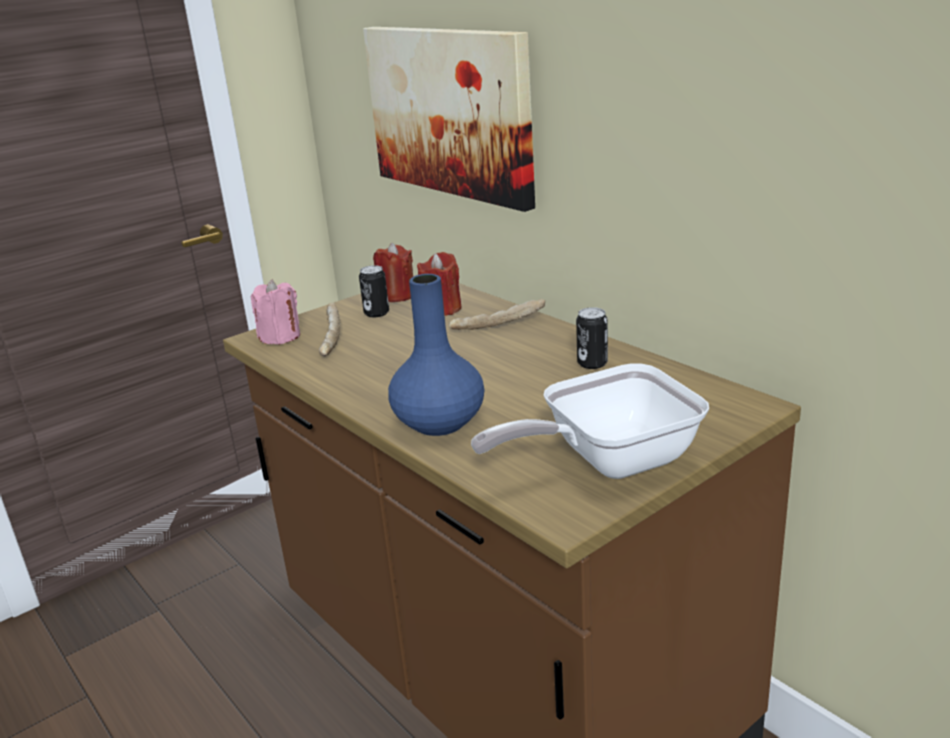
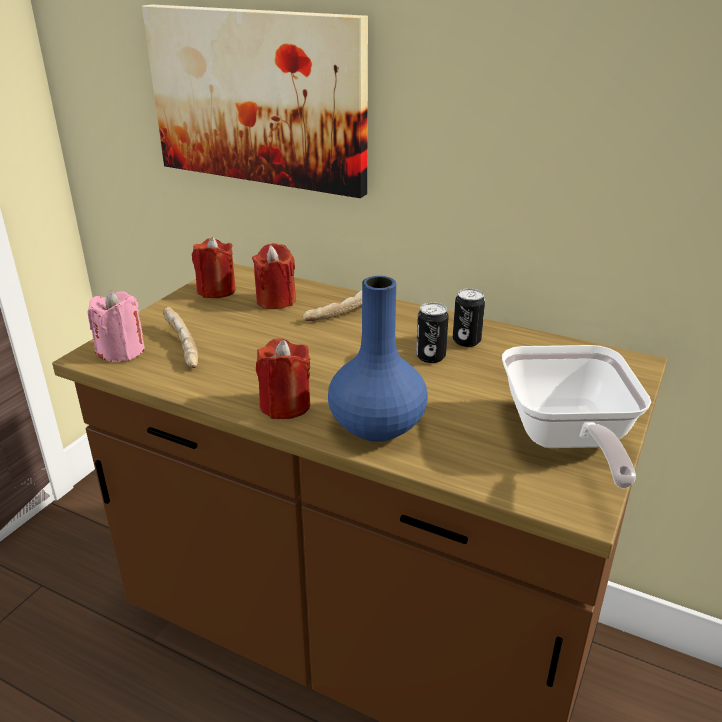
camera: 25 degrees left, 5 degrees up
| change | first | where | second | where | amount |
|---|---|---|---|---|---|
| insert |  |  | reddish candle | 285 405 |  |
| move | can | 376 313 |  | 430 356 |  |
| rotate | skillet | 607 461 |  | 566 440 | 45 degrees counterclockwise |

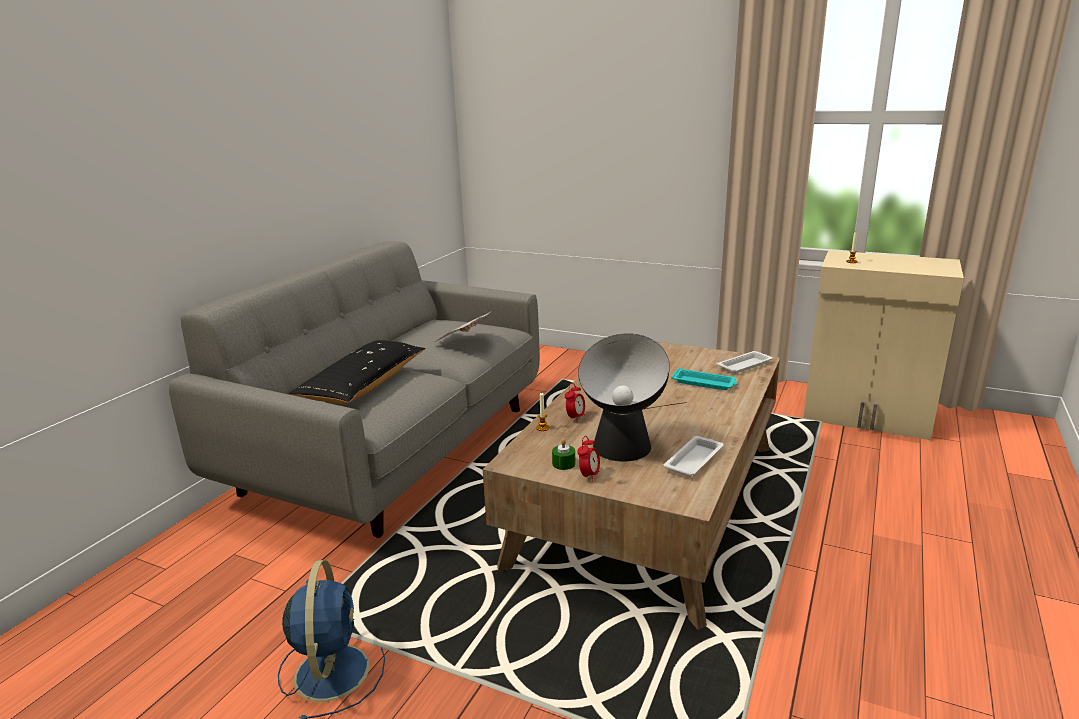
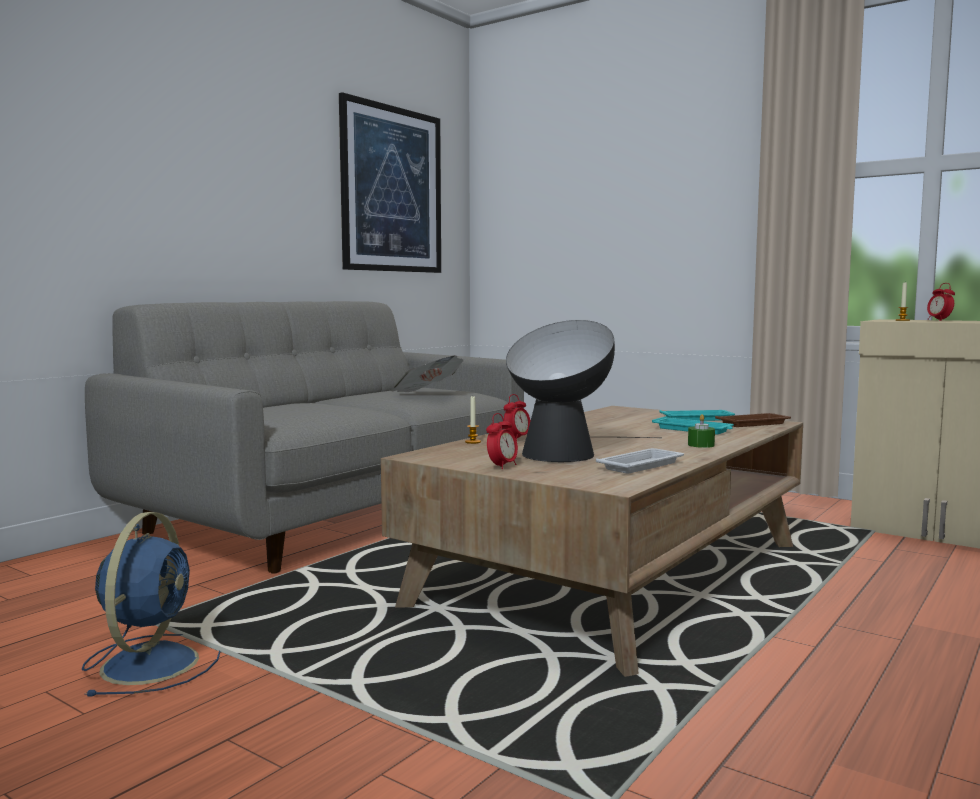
camera: 10 degrees right, 15 degrees down
| change | first | where | second | where | amount |
|---|---|---|---|---|---|
| delete | black cushion | 363 385 |  |  |  |
| insert |  |  | wall picture | 392 190 |  |
| insert |  |  | turquoise-coloured serving tray | 698 419 |  |
| insert |  |  | table clock | 939 320 |  |
| move | green-coloured candle | 563 463 |  | 701 445 |  |
| recolor | white serving tray | 745 365 | brown serving tray | 754 424 |  |

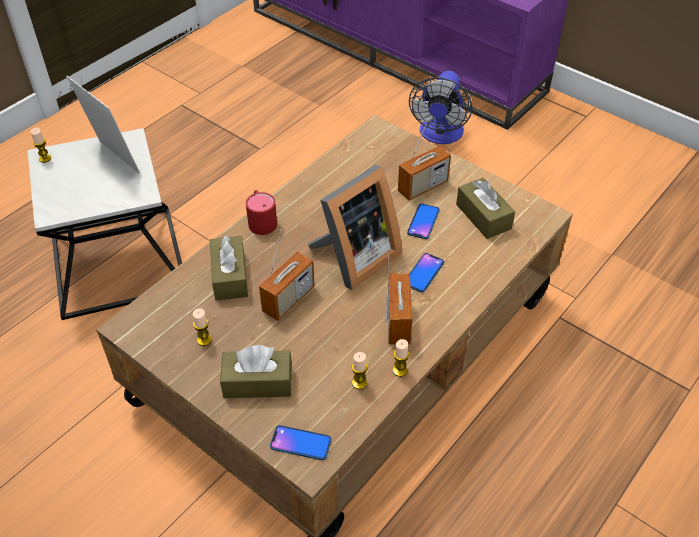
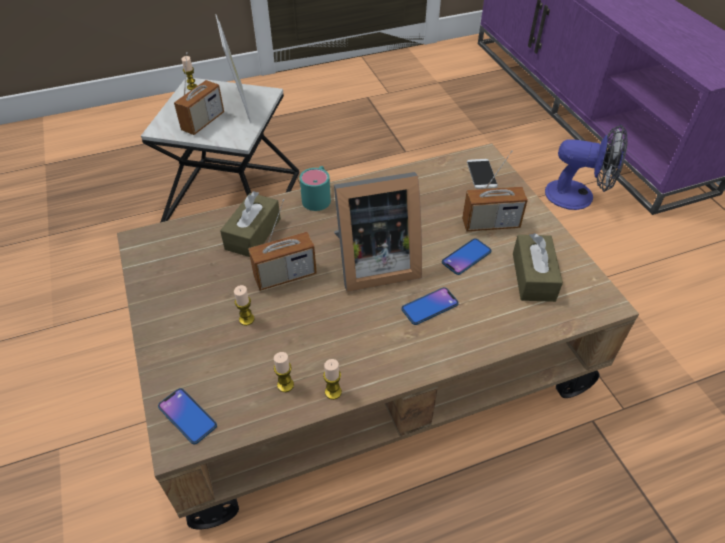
camera: 30 degrees right, 0 degrees up
| change | first | where | second | where | amount |
|---|---|---|---|---|---|
| delete | brown tissue box | 258 382 |  |  |  |
| insert |  |  | telephone | 481 174 |  |
| move | candle | 204 340 |  | 246 319 |  |
| move | radio | 398 322 |  | 203 122 |  |
| recolor | reddish tea mug | 261 220 | turquoise-coloured tea mug | 318 196 |  |
| rotate | electric fan | 440 135 |  | 578 196 | 120 degrees counterclockwise |

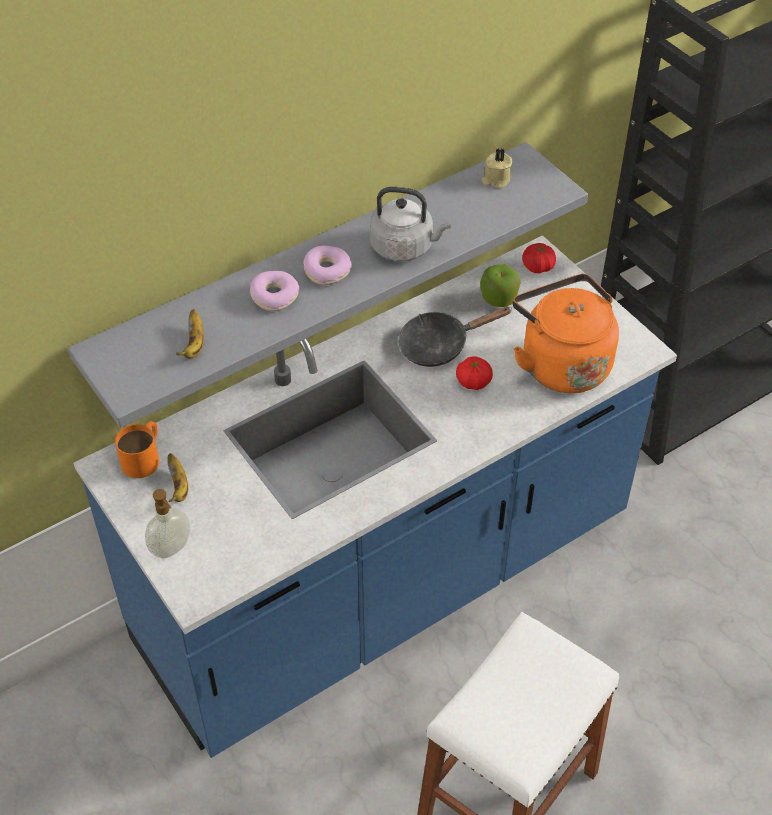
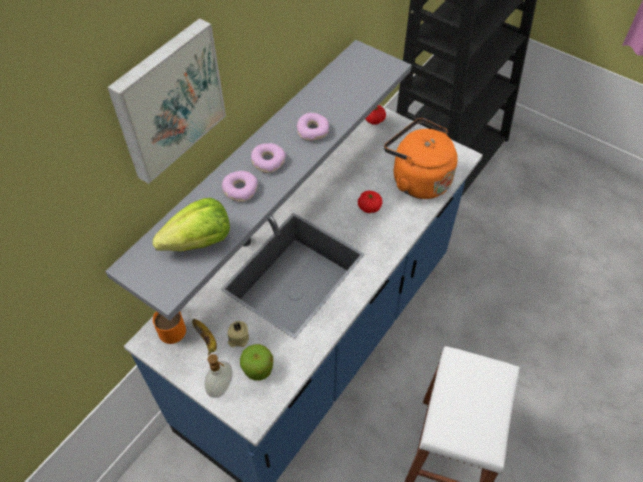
camera: 20 degrees left, 5 degrees up
| change | first | where | second | where | amount |
|---|---|---|---|---|---|
| delete | black skillet | 440 345 |  |  |  |
| insert |  |  | wall picture | 167 100 |  |
| move | whole apple | 499 298 |  | 258 368 |  |
| move | beige candle | 496 179 |  | 238 338 |  |
| replace | whole banana | 194 344 | lettuce head | 199 241 |  |
| replace | greyish tea kettle | 405 247 | ring doughnut | 313 131 |  |

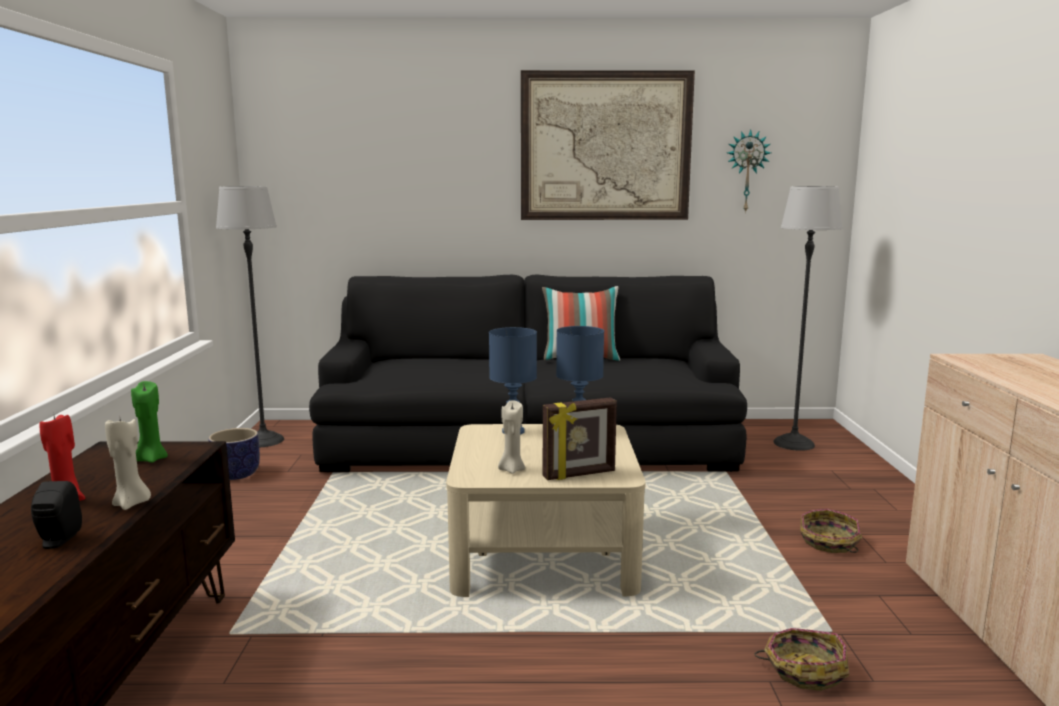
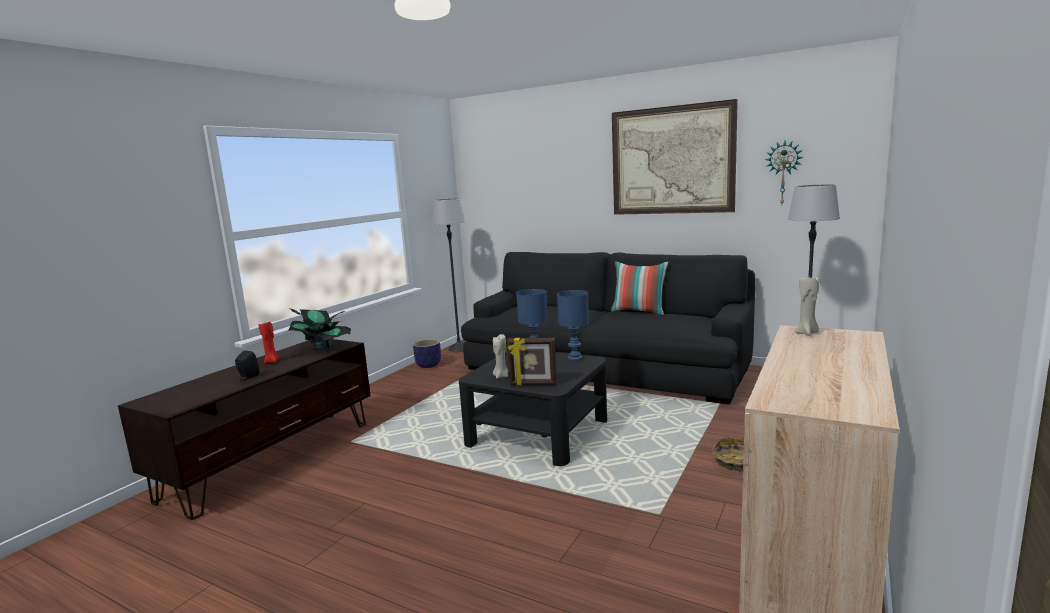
camera: 30 degrees right, 0 degrees up
| change | first | where | second | where | amount |
|---|---|---|---|---|---|
| delete | storage basket | 804 670 |  |  |  |
| move | beige candle | 132 504 |  | 807 333 |  |
| replace | green-coloured candle | 151 459 | potted plant | 323 347 |  |
| recolor | beige low table | 544 551 | black low table | 538 432 |  |

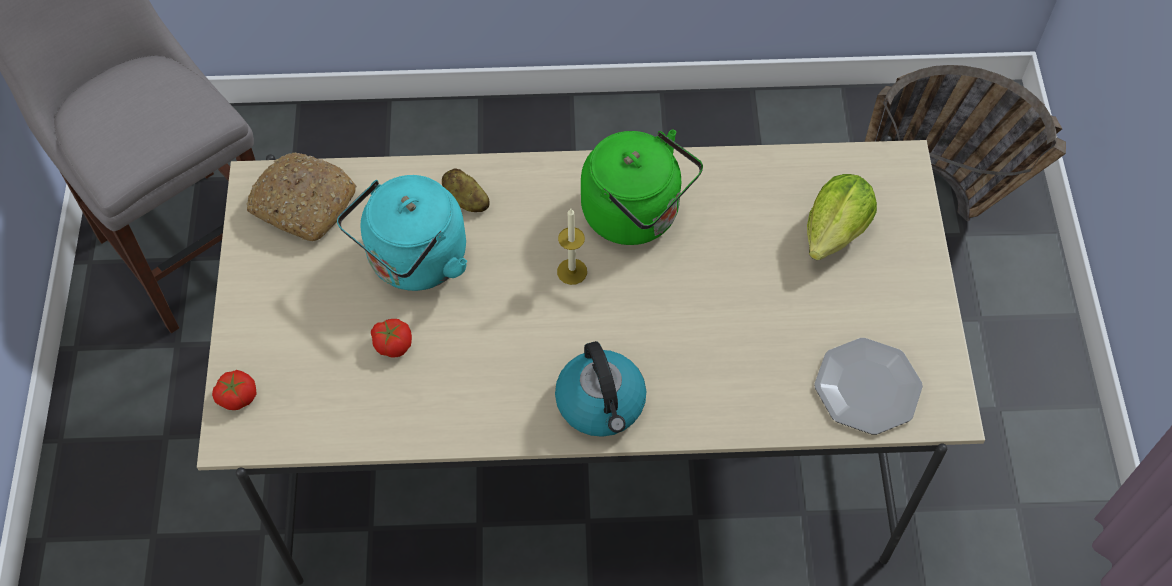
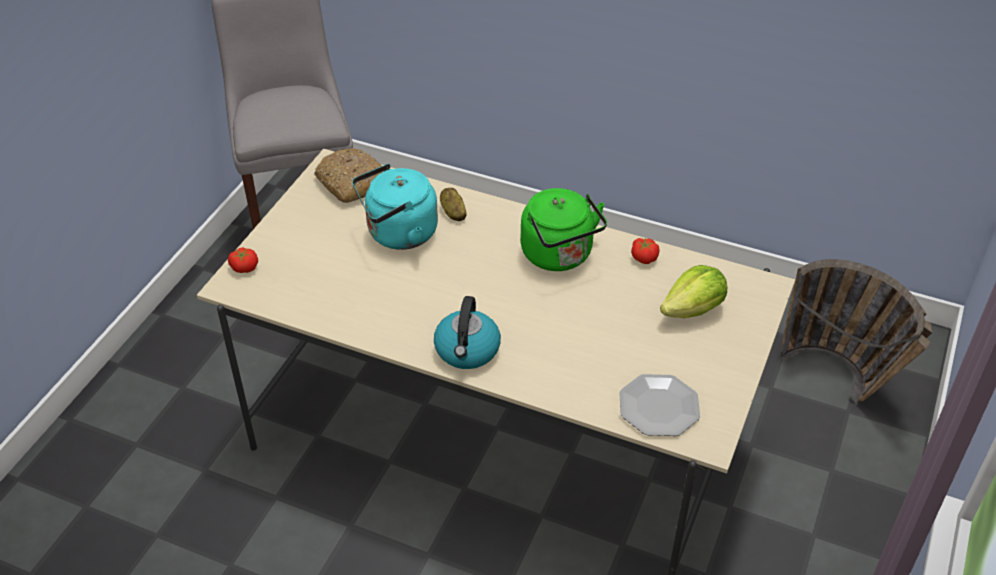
camera: 25 degrees right, 15 degrees down
| change | first | where | second | where | amount |
|---|---|---|---|---|---|
| delete | candle | 572 271 |  |  |  |
| move | whole tomato | 393 343 |  | 644 257 |  |

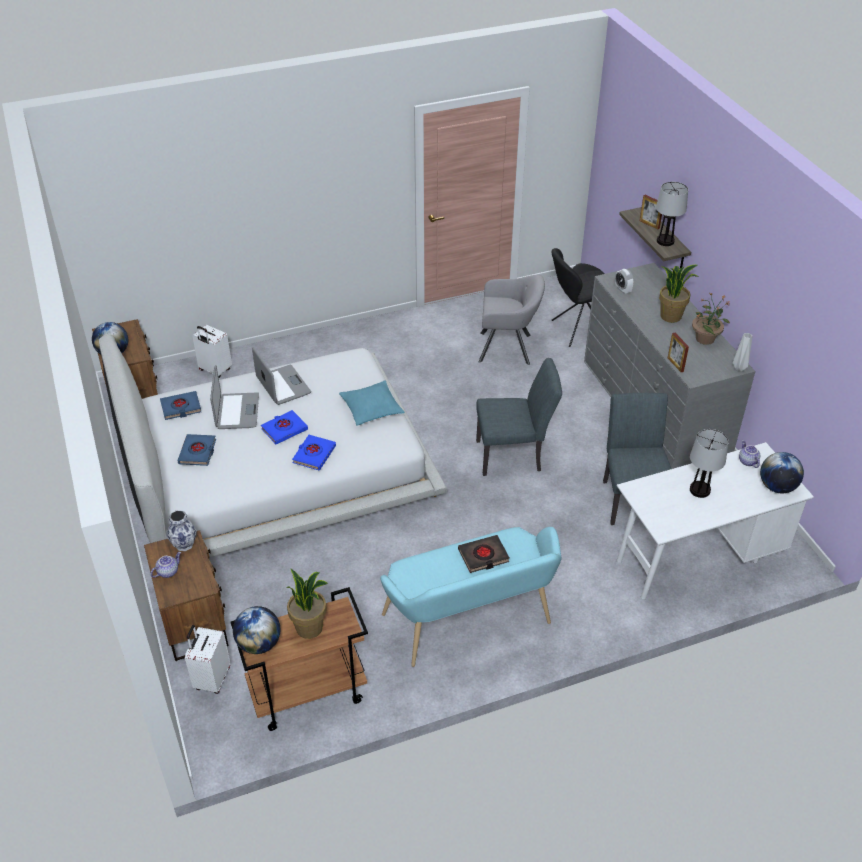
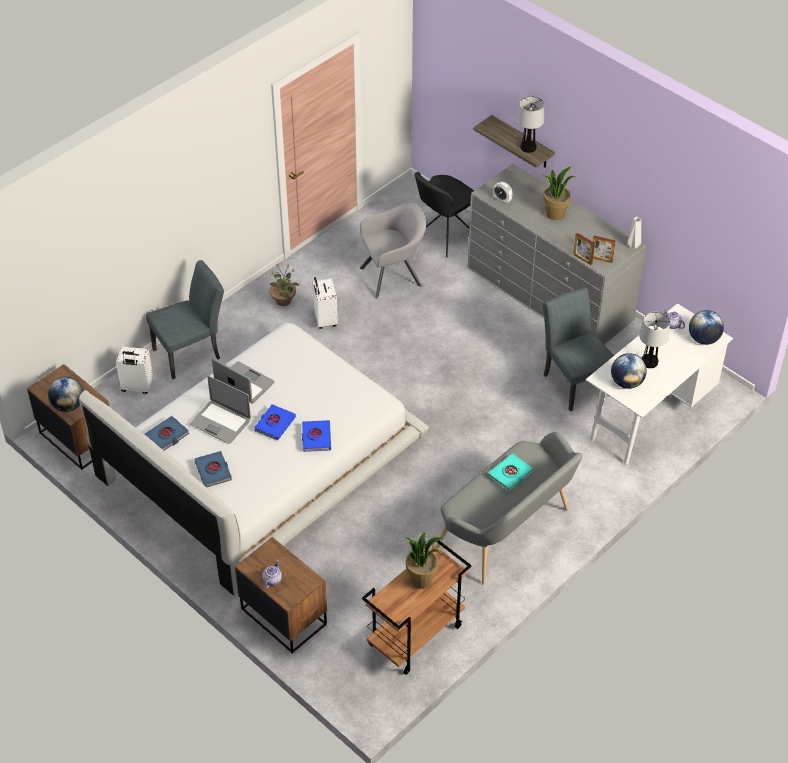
camera: 25 degrees left, 5 degrees up
| change | first | where | second | where | amount |
|---|---|---|---|---|---|
| delete | decorative vase | 183 544 |  |  |  |
| delete | turquoise-coloured cushion | 371 408 |  |  |  |
| move | white piece of luggage | 211 679 |  | 324 320 |  |
| move | world globe | 259 644 |  | 626 382 |  |
| move | greyish chair | 514 455 |  | 192 352 |  |
| move | picture frame | 649 224 |  | 601 259 |  |
| move | potted plant | 705 338 |  | 283 300 |  |
| recolor | turquoise-coloured long seat | 471 624 | greyish long seat | 508 533 |  |
| recolor | black volume | 483 556 | turquoise-coloured volume | 510 474 |  |
| rotate | portable computer | 237 411 |  | 220 422 | 150 degrees clockwise |

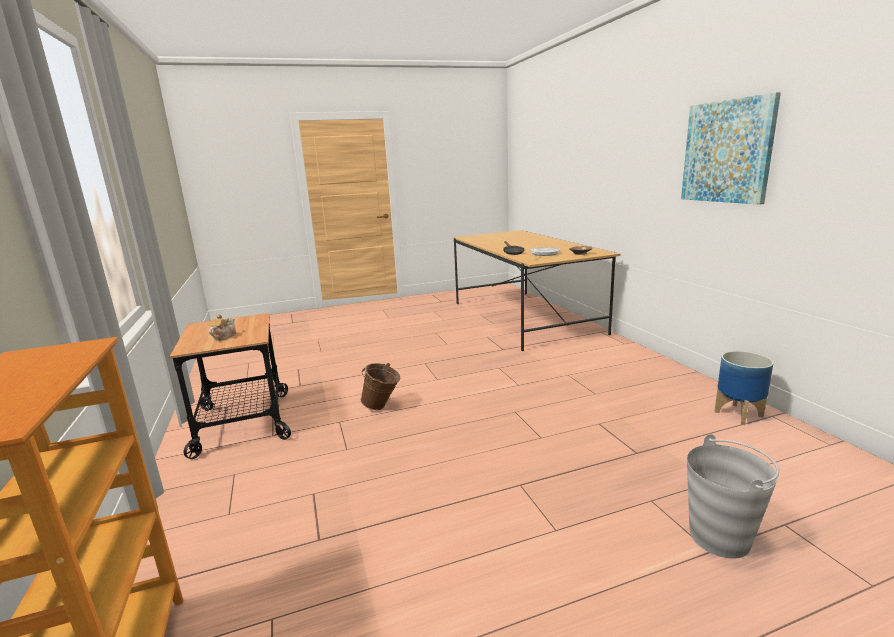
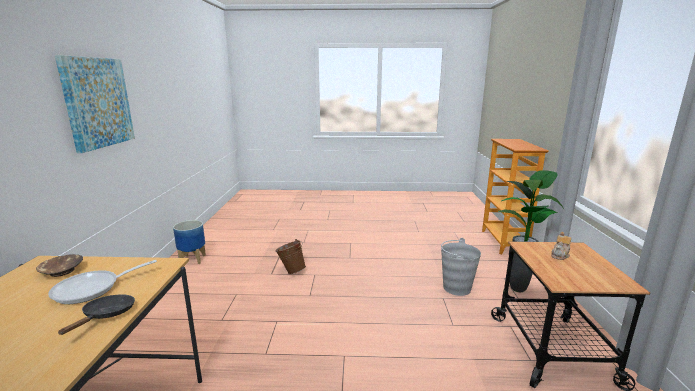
camera: 160 degrees left, 0 degrees up
| change | first | where | second | where | amount |
|---|---|---|---|---|---|
| insert |  |  | potted plant | 519 290 |  |
| move | brown bucket | 382 407 |  | 291 271 |  |
| move | greyish bucket | 720 537 |  | 456 288 |  |

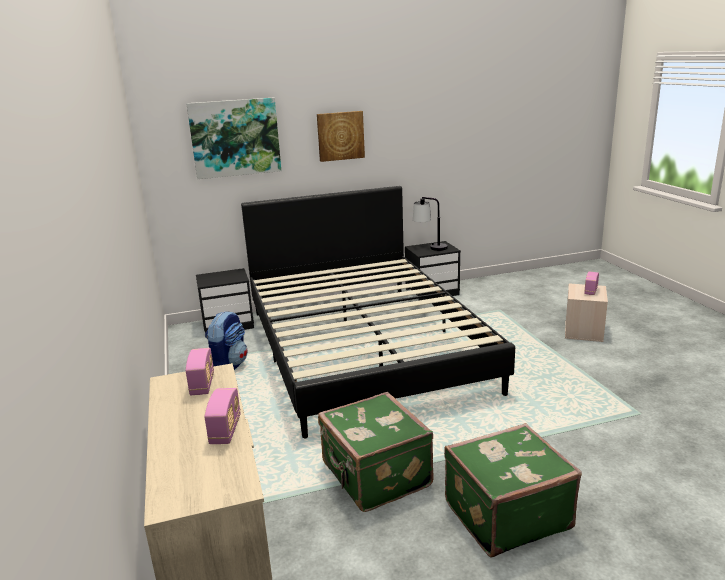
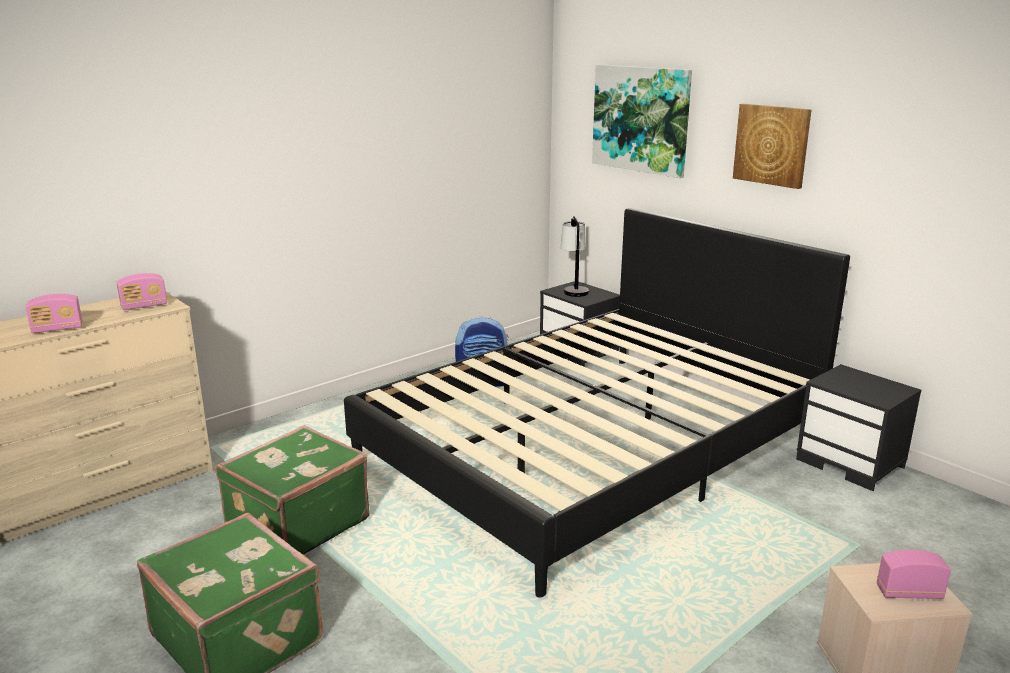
camera: 65 degrees right, 0 degrees up
| change | first | where | second | where | amount |
|---|---|---|---|---|---|
| move | table lamp | 430 247 |  | 573 289 |  |

